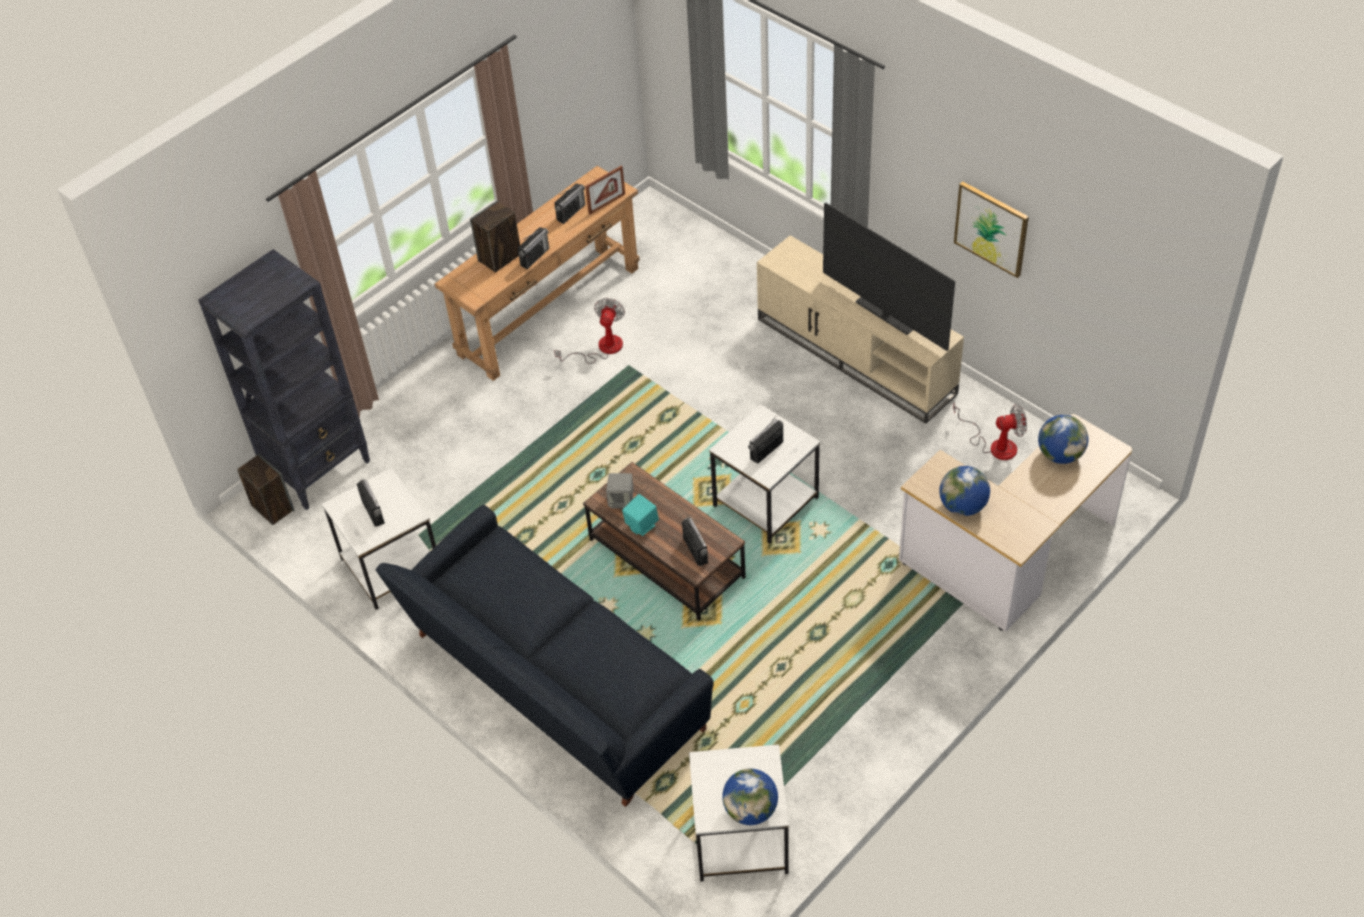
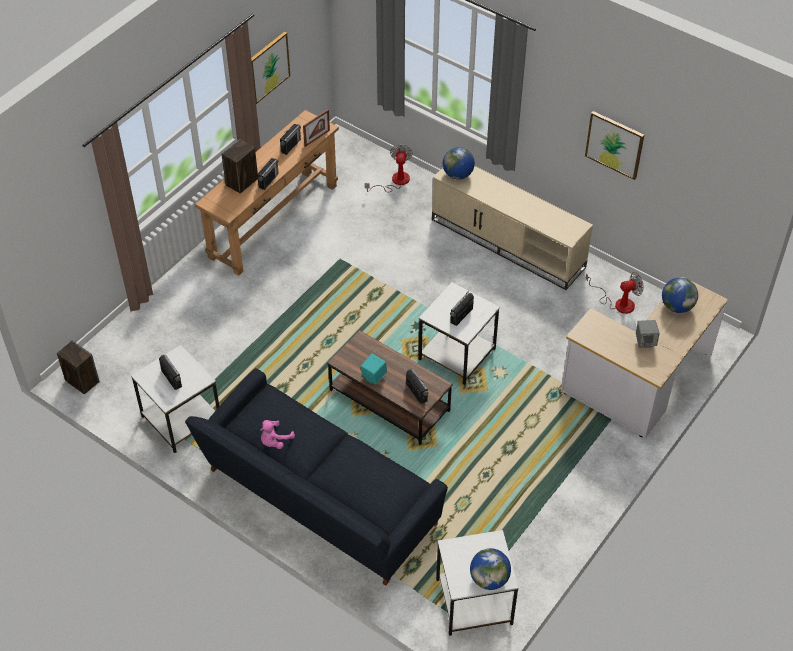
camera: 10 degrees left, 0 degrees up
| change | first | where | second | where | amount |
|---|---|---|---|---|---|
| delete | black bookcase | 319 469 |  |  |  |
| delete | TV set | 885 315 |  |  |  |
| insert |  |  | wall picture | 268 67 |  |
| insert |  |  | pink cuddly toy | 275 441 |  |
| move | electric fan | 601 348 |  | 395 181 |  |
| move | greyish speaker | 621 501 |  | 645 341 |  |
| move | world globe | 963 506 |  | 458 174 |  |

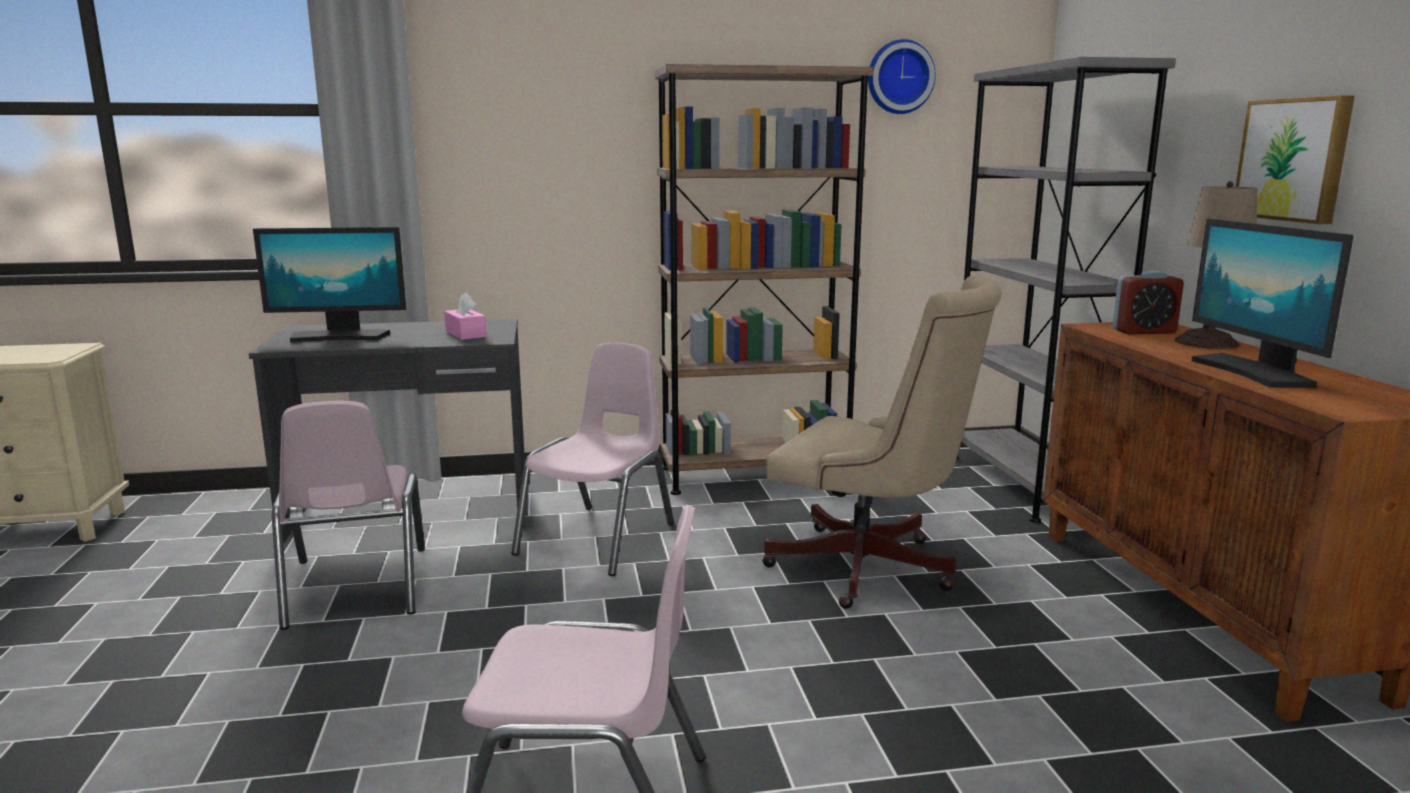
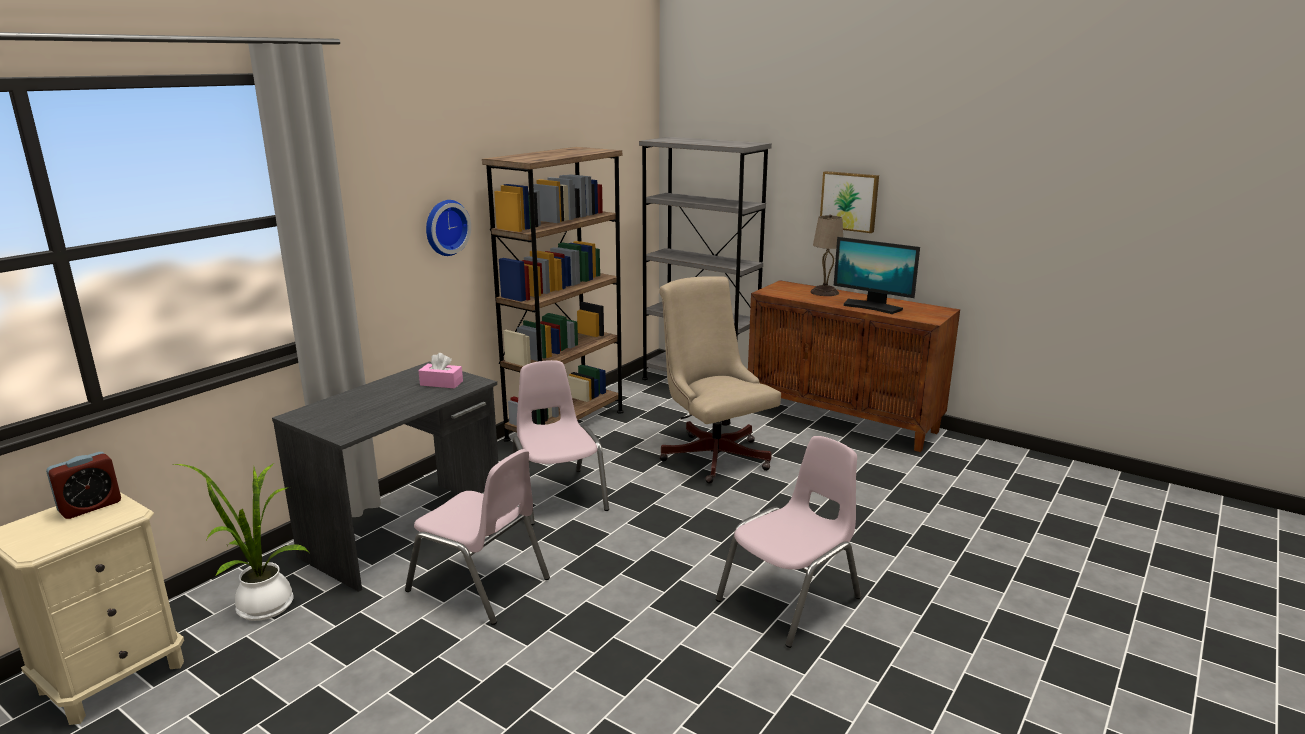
camera: 45 degrees left, 5 degrees up
| change | first | where | second | where | amount |
|---|---|---|---|---|---|
| delete | monitor | 339 336 |  |  |  |
| insert |  |  | potted plant | 261 606 |  |
| move | clock on the wall | 899 77 |  | 445 227 |  |
| move | table clock | 1143 331 |  | 90 507 |  |
| rotate | beige office chair | 871 570 |  | 712 454 | 105 degrees counterclockwise |

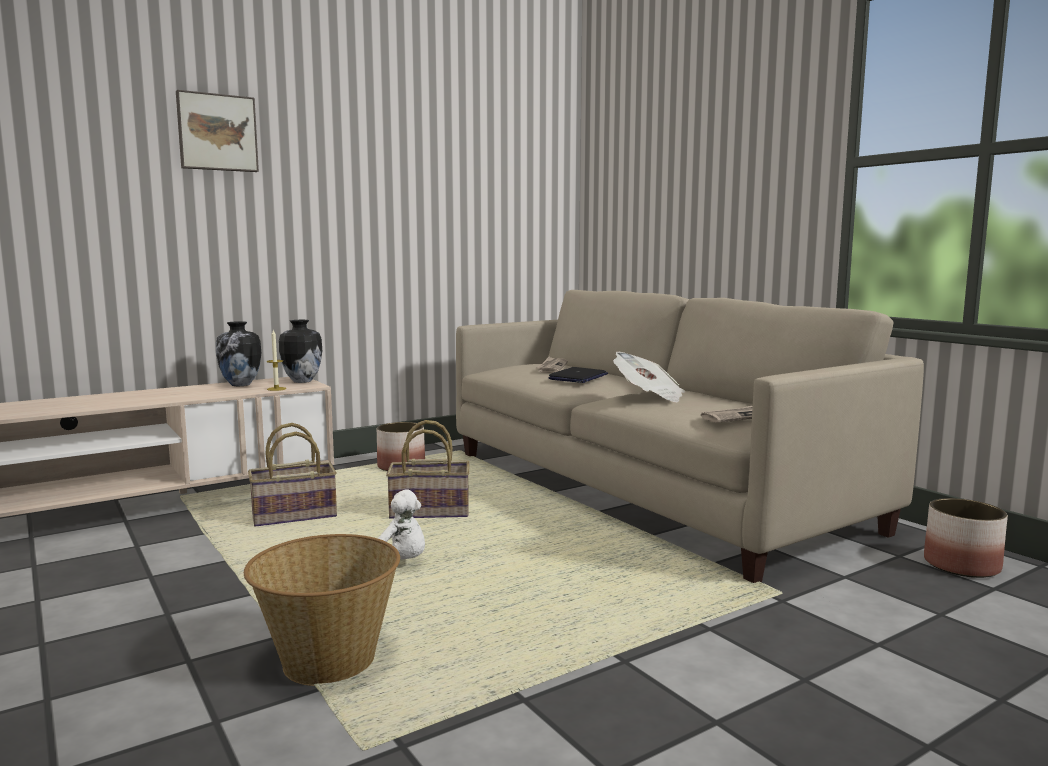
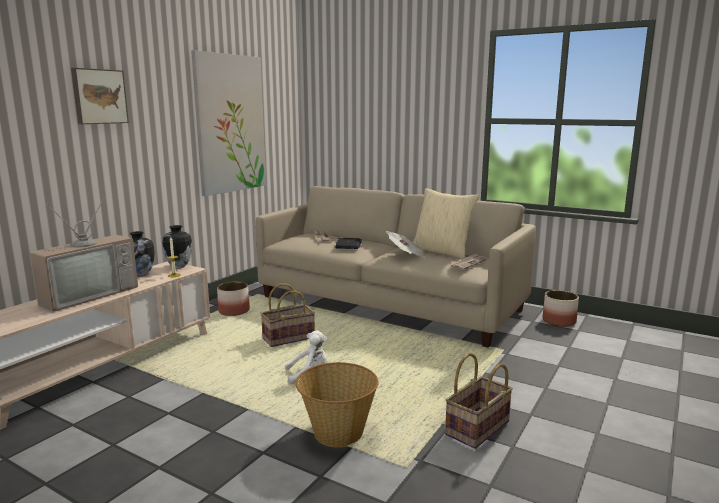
camera: 25 degrees left, 5 degrees up
| change | first | where | second | where | amount |
|---|---|---|---|---|---|
| insert |  |  | TV set | 87 294 |  |
| insert |  |  | wall picture | 230 124 |  |
| insert |  |  | beige cushion | 442 251 |  |
| move | storage basket | 294 516 |  | 478 428 |  |

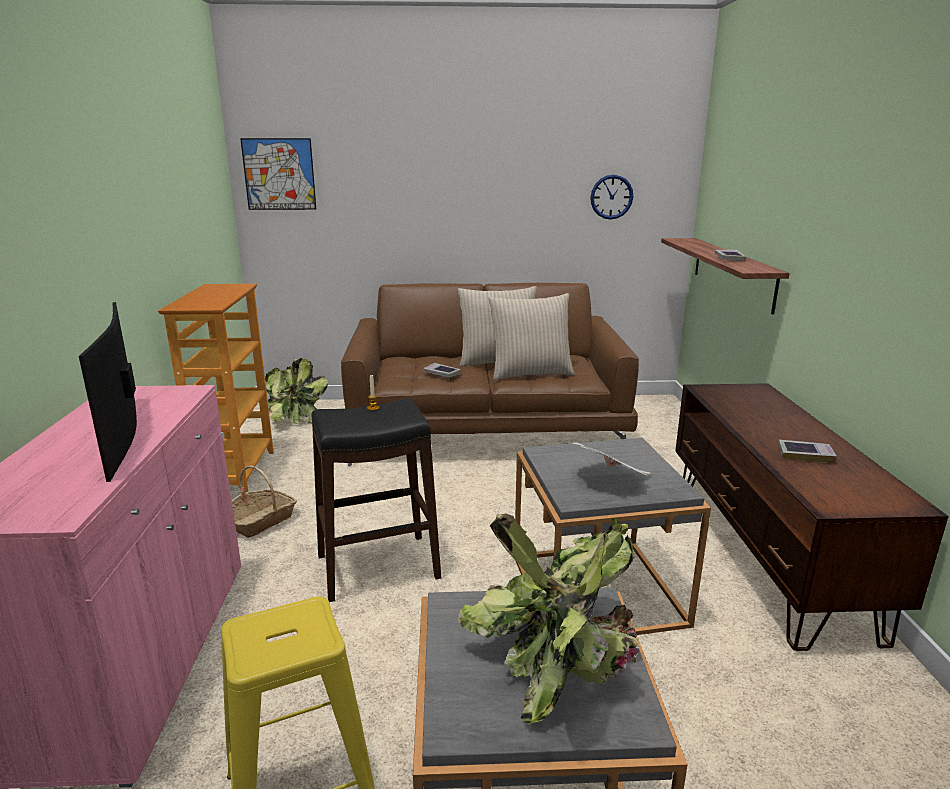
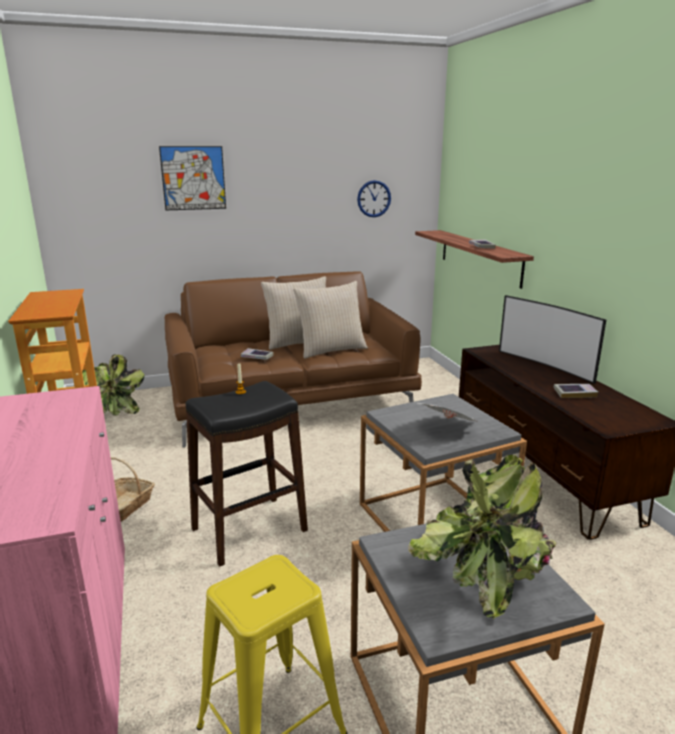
camera: 15 degrees left, 0 degrees up
| change | first | where | second | where | amount |
|---|---|---|---|---|---|
| move | TV set | 131 434 |  | 546 365 |  |
| move | wall picture | 279 174 |  | 193 178 |  |

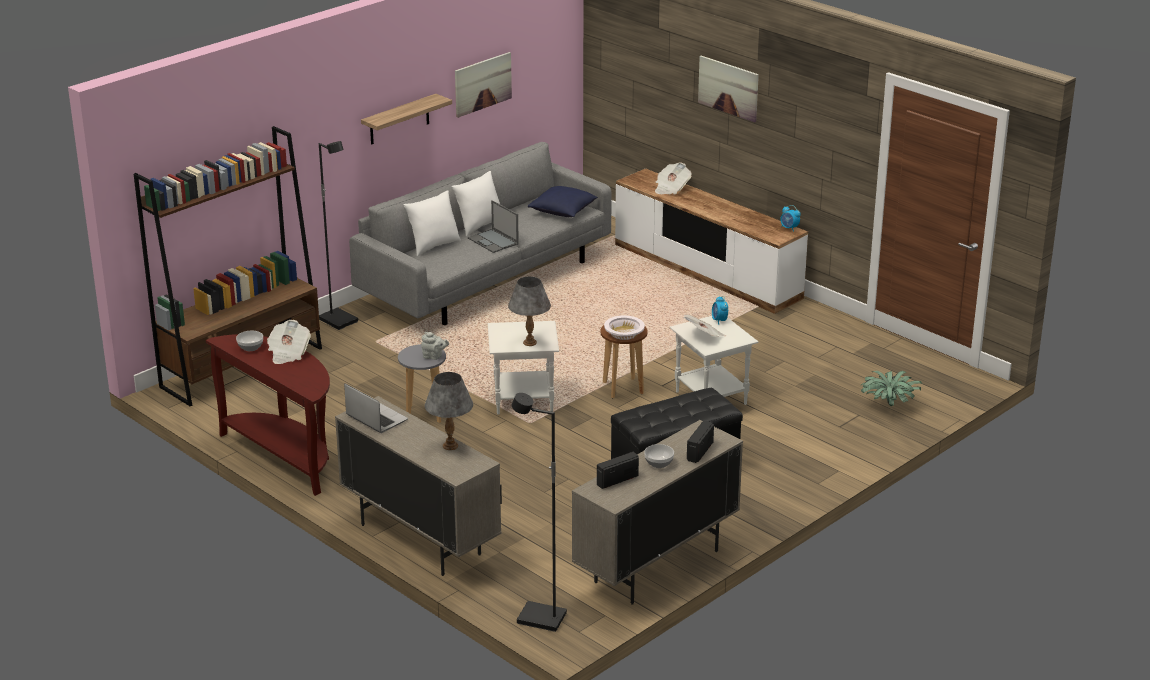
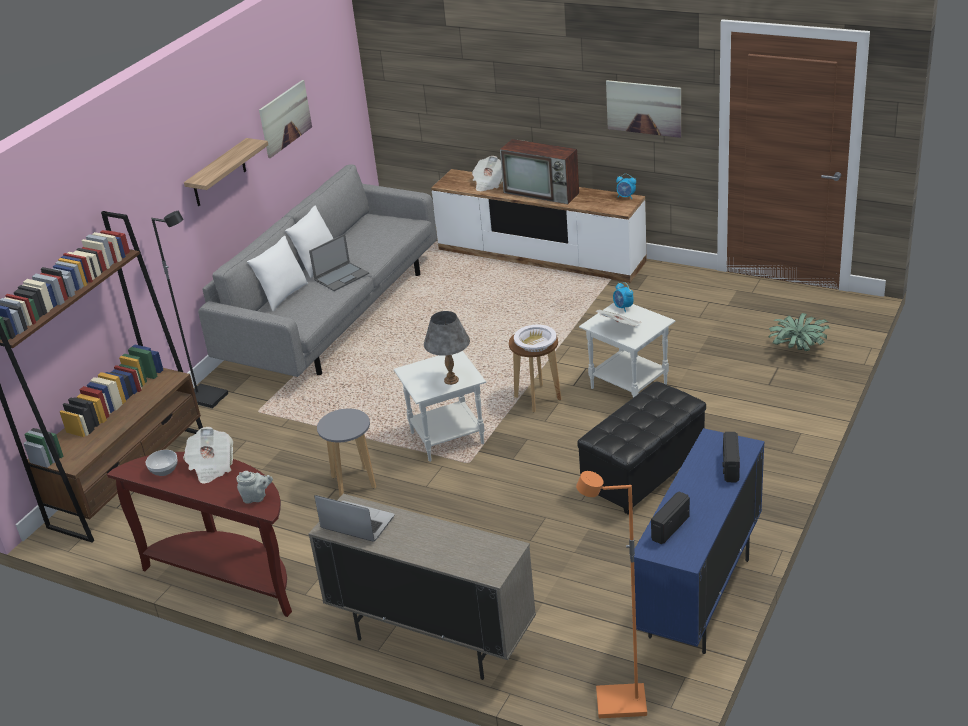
camera: 15 degrees left, 5 degrees up
| change | first | where | second | where | amount |
|---|---|---|---|---|---|
| delete | greyish table lamp | 450 446 |  |  |  |
| delete | blue cushion | 563 212 |  |  |  |
| delete | serving bowl | 658 463 |  |  |  |
| insert |  |  | TV set | 542 193 |  |
| move | greyish tea pot | 434 357 |  | 256 498 |  |
| move | wall picture | 728 88 |  | 644 108 |  |
| recolor | black floor lamp | 540 619 | orange-coloured floor lamp | 620 704 |  |
| recolor | beige cupboard | 656 567 | blue cupboard | 699 598 |  |
| rotate | portable computer | 493 241 |  | 342 276 | 75 degrees counterclockwise |

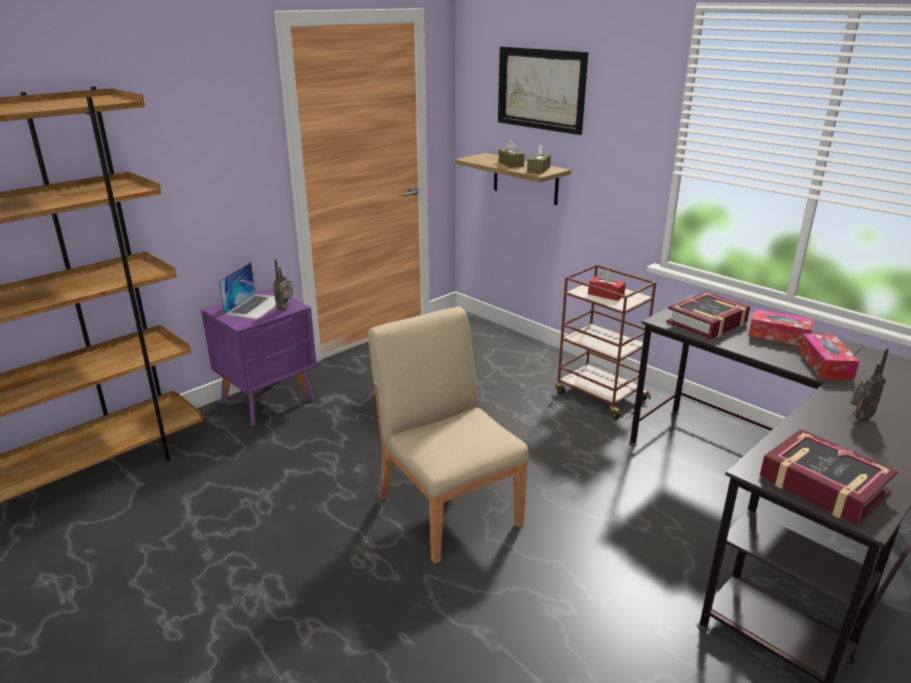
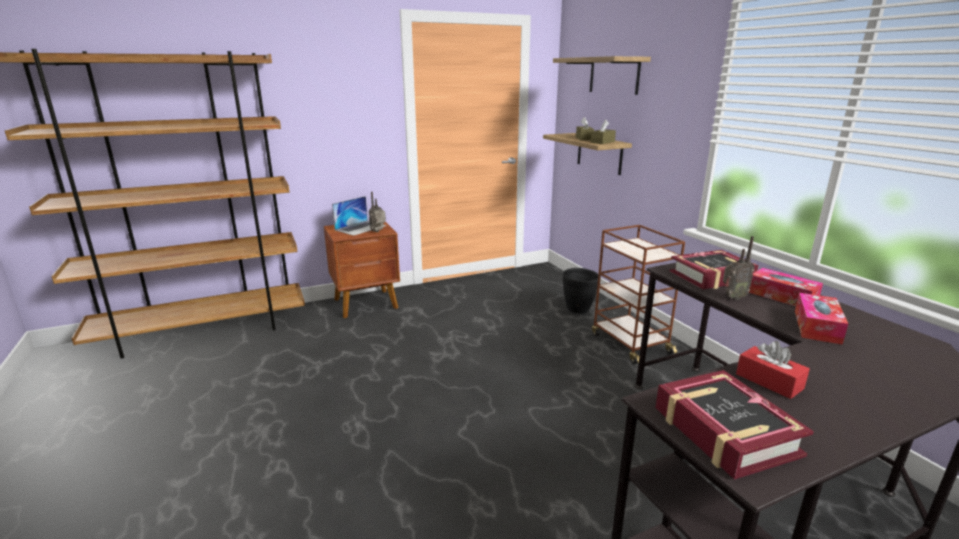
camera: 20 degrees right, 5 degrees down
| change | first | where | second | where | amount |
|---|---|---|---|---|---|
| delete | beige chair | 448 508 |  |  |  |
| insert |  |  | black flower pot | 578 309 |  |
| move | reddish tissue box | 606 294 |  | 769 381 |  |
| move | radio | 858 418 |  | 732 298 |  |
| replace | wall picture | 541 89 | bracket shelf | 614 75 |  |
| recolor | purple-coloured bedside table | 269 401 | brown bedside table | 367 304 |  |

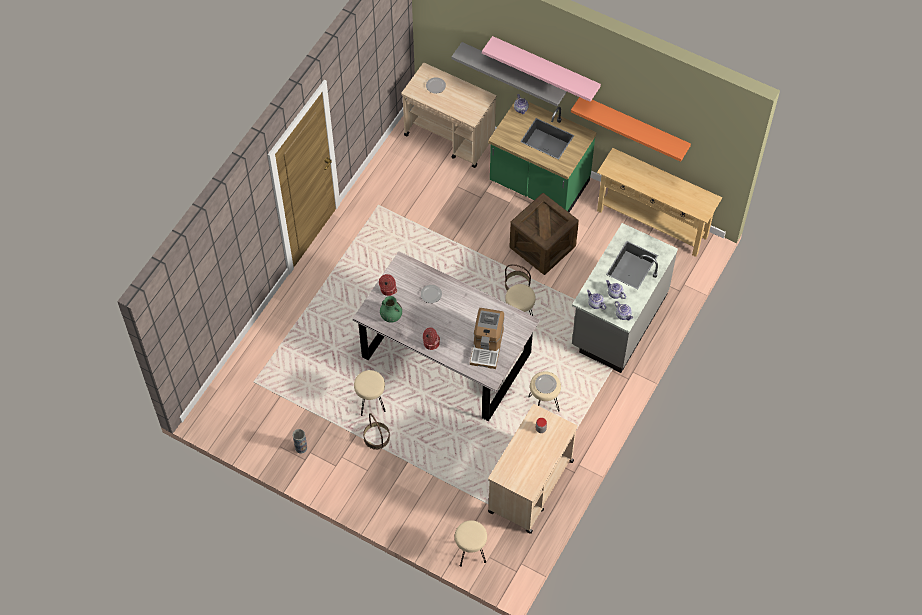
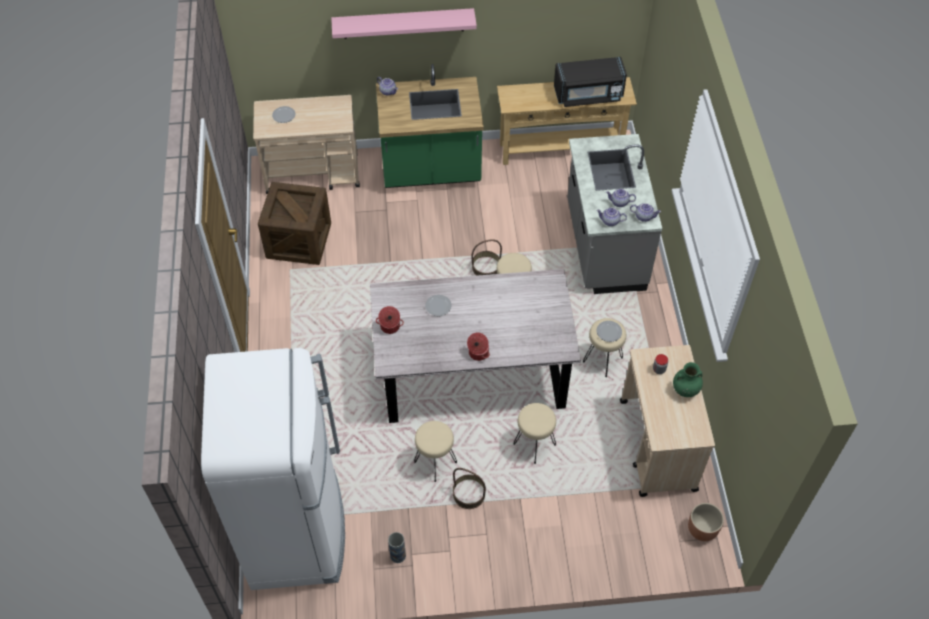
camera: 35 degrees left, 5 degrees down
| change | first | where | second | where | amount |
|---|---|---|---|---|---|
| delete | greyish bracket shelf | 514 72 |  |  |  |
| delete | coffee machine | 487 346 |  |  |  |
| delete | orange-coloured bracket shelf | 634 125 |  |  |  |
| insert |  |  | white fridge | 296 531 |  |
| insert |  |  | black kitchen microwave | 588 95 |  |
| insert |  |  | brown flower pot | 702 530 |  |
| move | green-coloured decorative vase | 391 316 |  | 685 390 |  |
| move | beige stool | 470 552 |  | 534 445 |  |
| move | packing crate | 542 246 |  | 299 241 |  |

